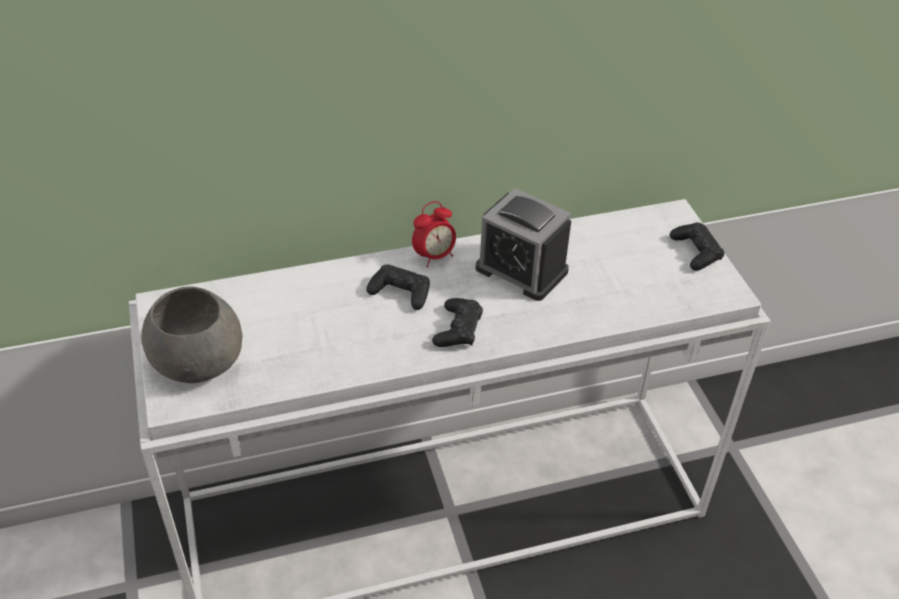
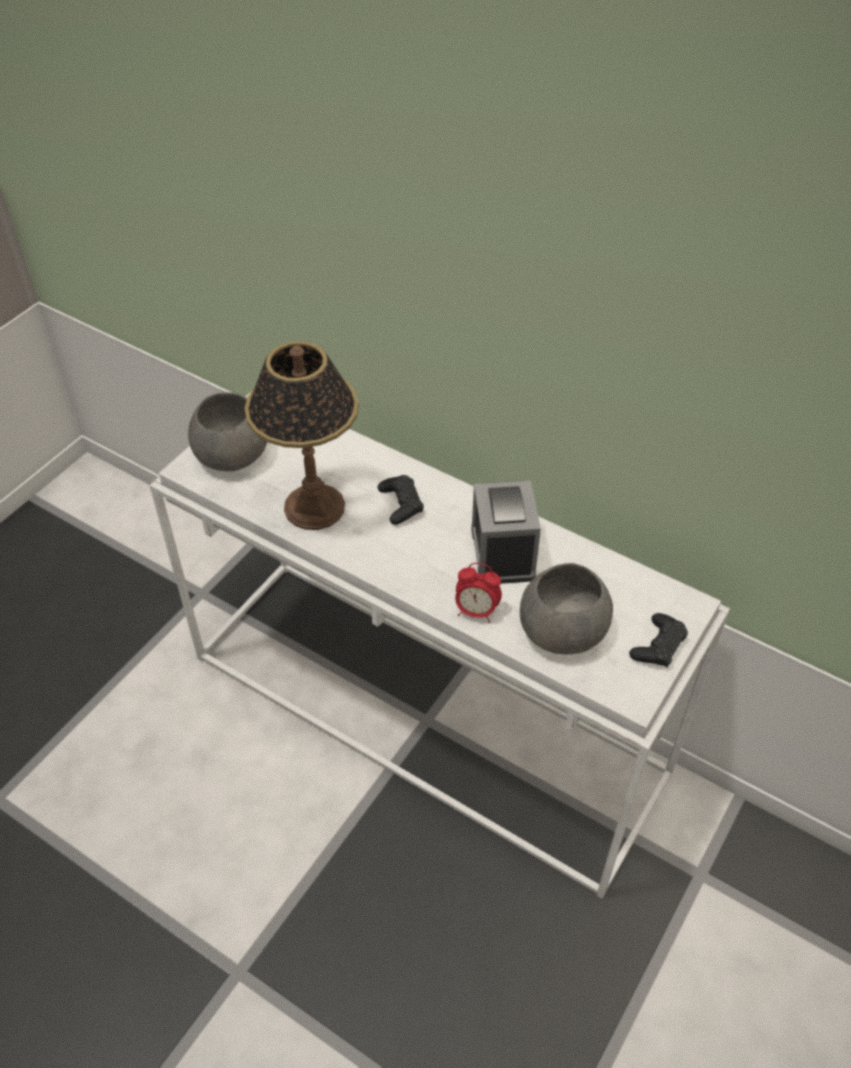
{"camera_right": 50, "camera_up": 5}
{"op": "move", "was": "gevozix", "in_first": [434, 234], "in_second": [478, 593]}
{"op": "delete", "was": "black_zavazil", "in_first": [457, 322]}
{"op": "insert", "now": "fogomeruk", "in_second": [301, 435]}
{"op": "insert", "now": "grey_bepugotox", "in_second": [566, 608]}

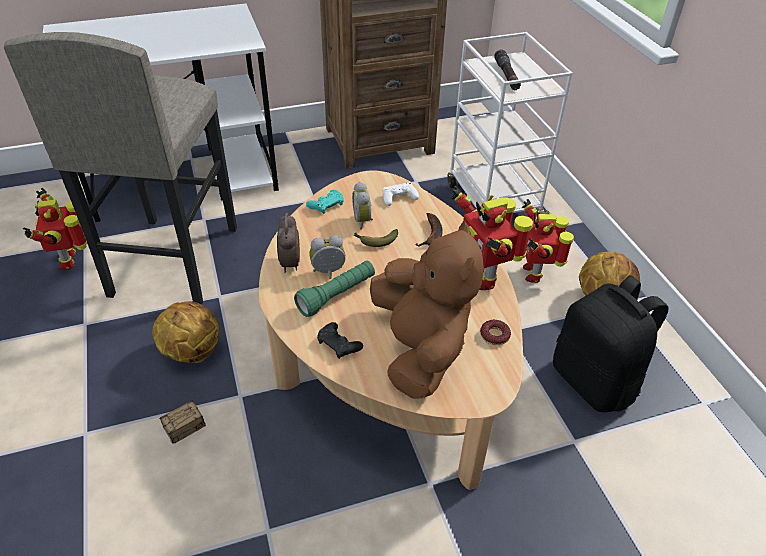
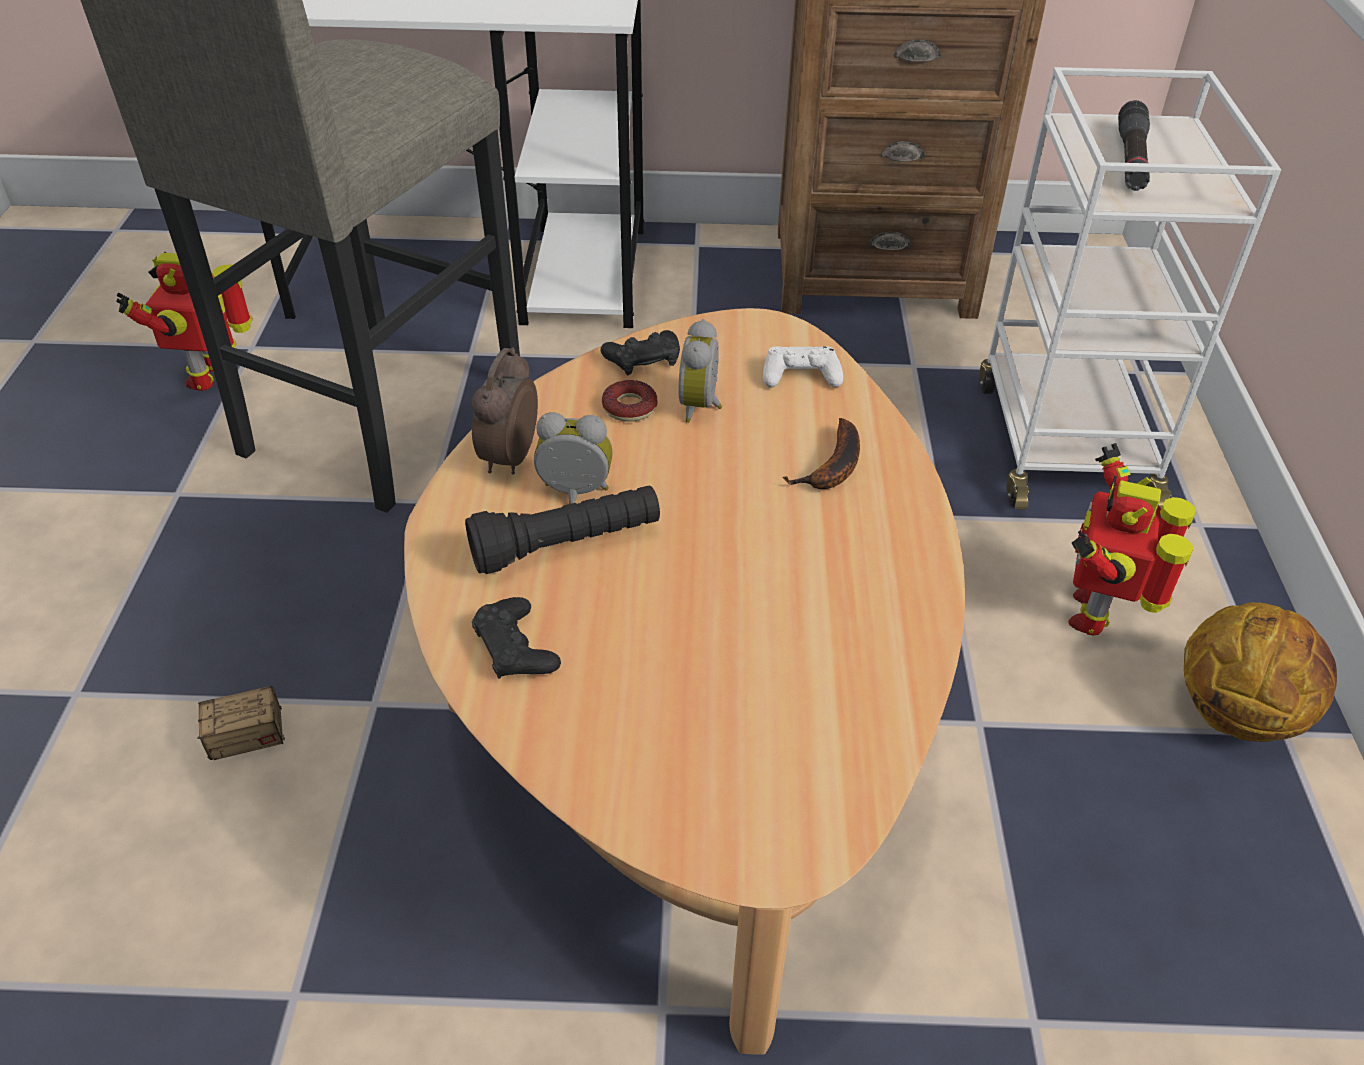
{"camera_right": 20, "camera_up": 0}
{"op": "delete", "was": "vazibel", "in_first": [186, 332]}
{"op": "recolor", "was": "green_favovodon", "now": "black_favovodon", "in_first": [334, 289], "in_second": [562, 529]}
{"op": "recolor", "was": "turquoise_zavazil", "now": "black_zavazil", "in_first": [325, 202], "in_second": [640, 352]}
{"op": "delete", "was": "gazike", "in_first": [376, 238]}
{"op": "delete", "was": "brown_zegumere", "in_first": [427, 309]}
{"op": "delete", "was": "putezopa", "in_first": [492, 238]}
{"op": "move", "was": "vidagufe", "in_first": [495, 332], "in_second": [630, 401]}
{"op": "delete", "was": "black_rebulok", "in_first": [611, 343]}

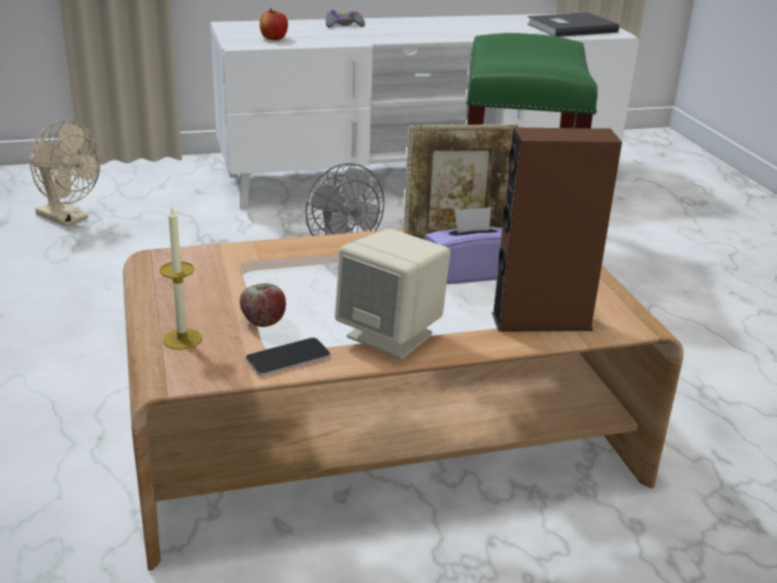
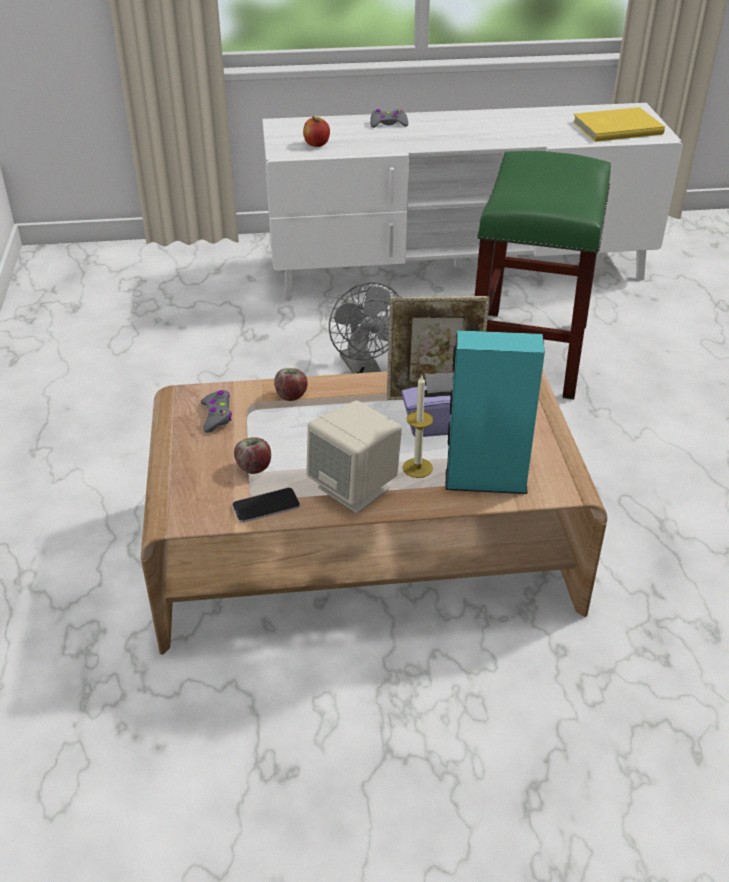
{"camera_right": 10, "camera_up": 10}
{"op": "delete", "was": "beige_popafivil", "in_first": [64, 173]}
{"op": "move", "was": "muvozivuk", "in_first": [181, 279], "in_second": [417, 426]}
{"op": "recolor", "was": "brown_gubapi", "now": "turquoise_gubapi", "in_first": [557, 230], "in_second": [495, 412]}
{"op": "recolor", "was": "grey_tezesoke", "now": "yellow_tezesoke", "in_first": [573, 24], "in_second": [619, 124]}
{"op": "insert", "now": "grey_zavazil", "in_second": [216, 411]}
{"op": "insert", "now": "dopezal", "in_second": [291, 384]}

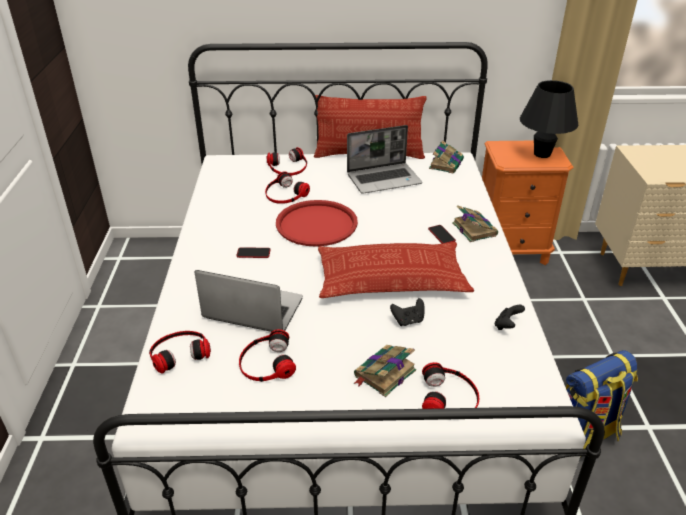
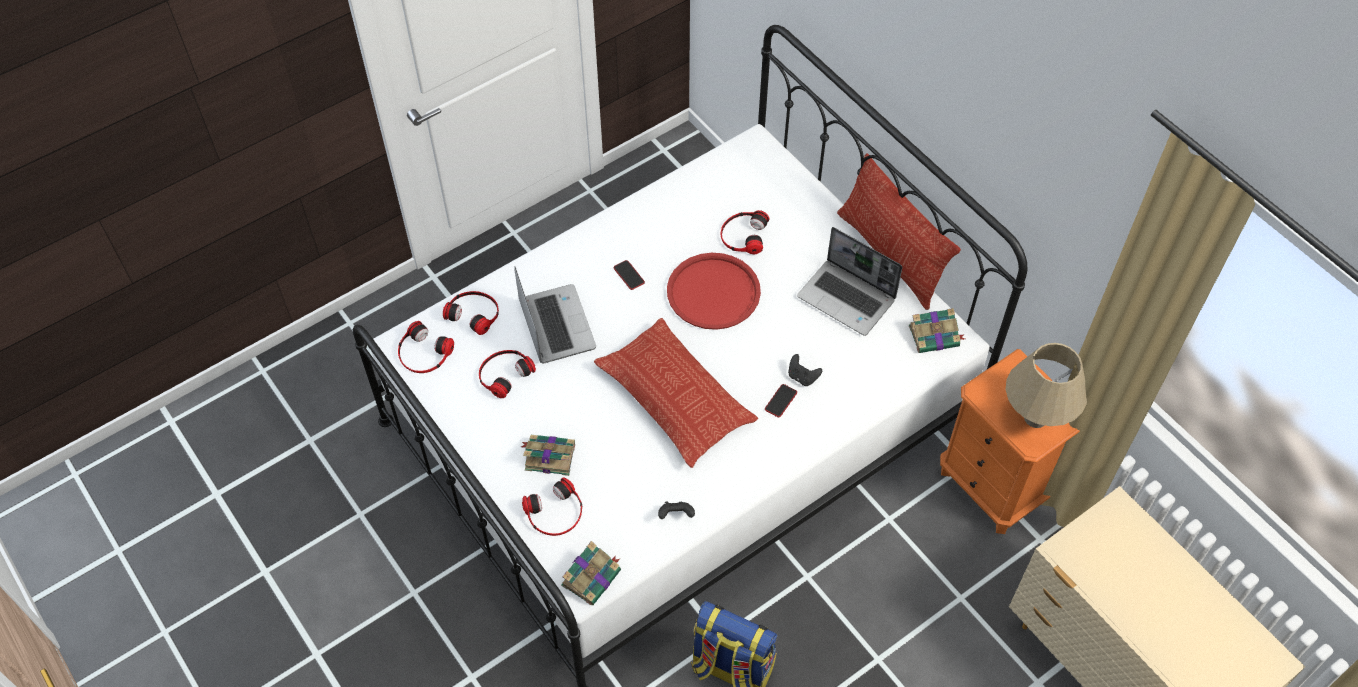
{"camera_right": 55, "camera_up": 20}
{"op": "move", "was": "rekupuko", "in_first": [287, 161], "in_second": [426, 347]}
{"op": "move", "was": "black_zavazil", "in_first": [407, 312], "in_second": [805, 370]}
{"op": "move", "was": "tezesoke", "in_first": [475, 223], "in_second": [591, 573]}
{"op": "recolor", "was": "black_fogomeruk", "now": "beige_fogomeruk", "in_first": [549, 119], "in_second": [1046, 385]}

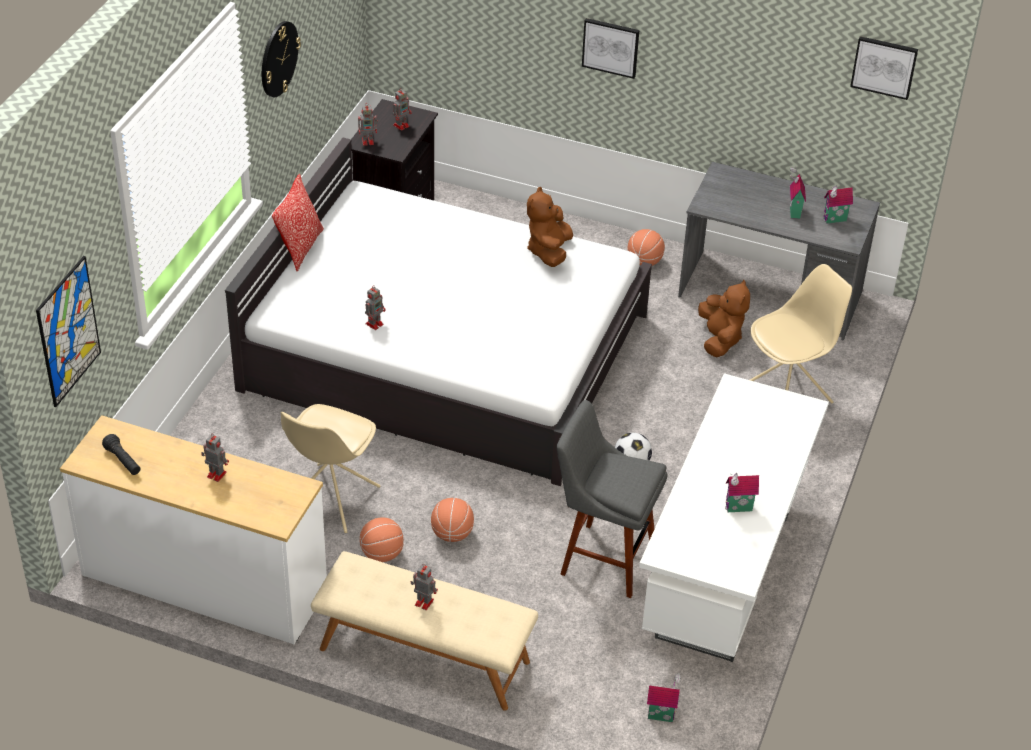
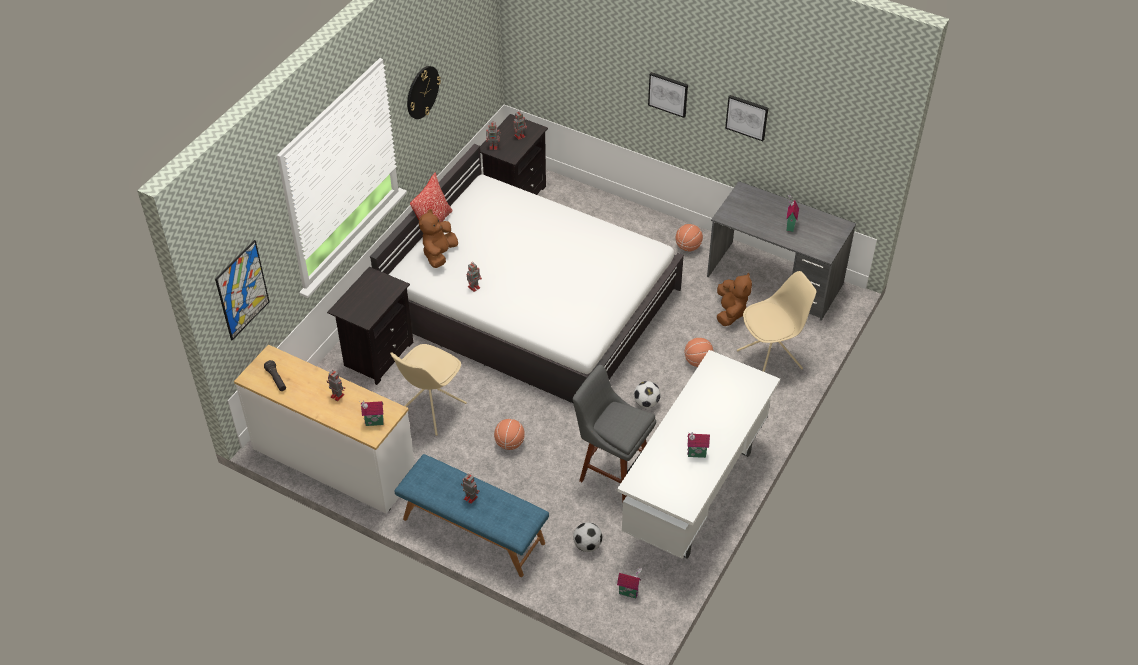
{"camera_right": 10, "camera_up": 5}
{"op": "recolor", "was": "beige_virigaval", "now": "blue_virigaval", "in_first": [424, 631], "in_second": [471, 515]}
{"op": "move", "was": "vazibel", "in_first": [382, 540], "in_second": [699, 352]}
{"op": "move", "was": "brown_zegumere", "in_first": [550, 227], "in_second": [438, 238]}
{"op": "move", "was": "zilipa", "in_first": [838, 204], "in_second": [371, 413]}
{"op": "move", "was": "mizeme", "in_first": [884, 68], "in_second": [746, 118]}
{"op": "insert", "now": "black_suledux", "in_second": [370, 326]}
{"op": "insert", "now": "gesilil", "in_second": [587, 537]}

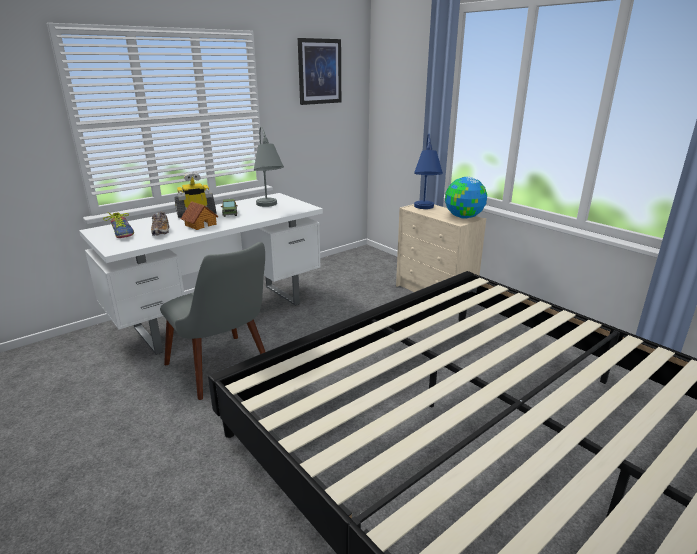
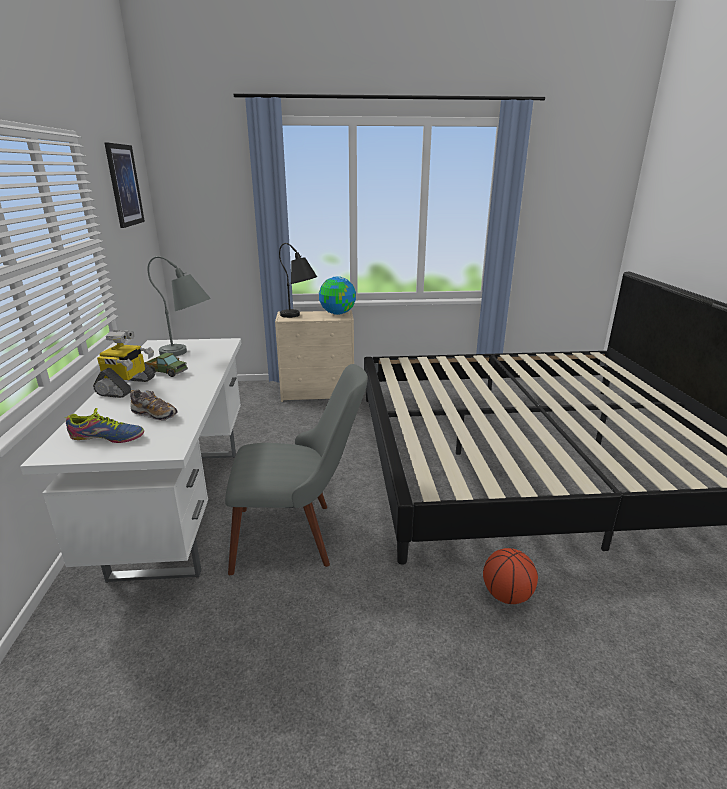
{"camera_right": -55, "camera_up": 0}
{"op": "delete", "was": "zilipa", "in_first": [200, 215]}
{"op": "recolor", "was": "blue_fogomeruk", "now": "black_fogomeruk", "in_first": [428, 171], "in_second": [298, 280]}
{"op": "insert", "now": "vazibel", "in_second": [510, 576]}

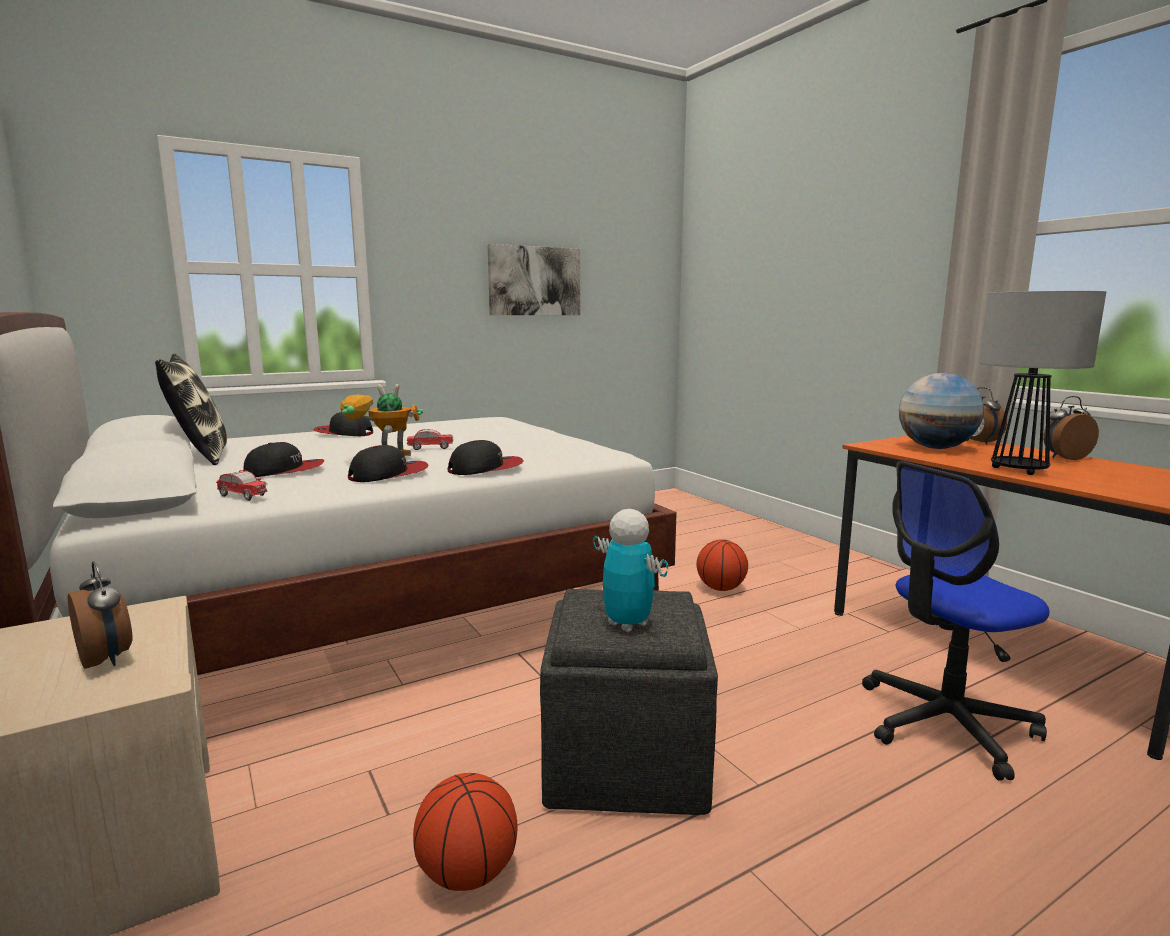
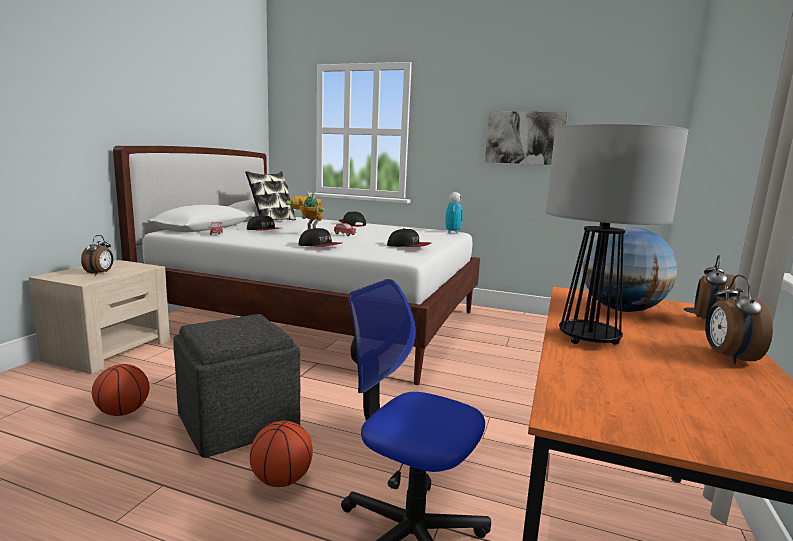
{"camera_right": 50, "camera_up": 0}
{"op": "move", "was": "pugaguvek", "in_first": [388, 463], "in_second": [409, 237]}
{"op": "move", "was": "putezopa", "in_first": [630, 570], "in_second": [454, 213]}
{"op": "move", "was": "vazibel", "in_first": [722, 565], "in_second": [281, 454]}
{"op": "rotate", "was": "gevozix", "in_first": [1071, 428], "in_second": [739, 319], "clockwise": -120}

